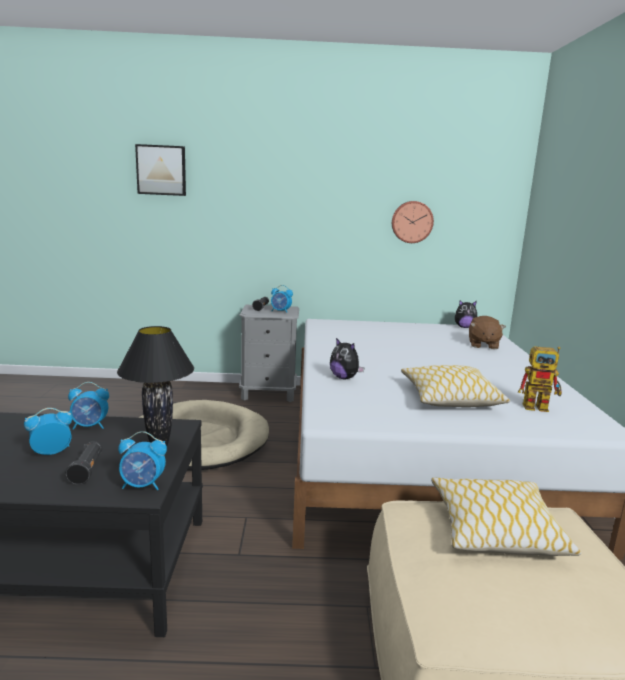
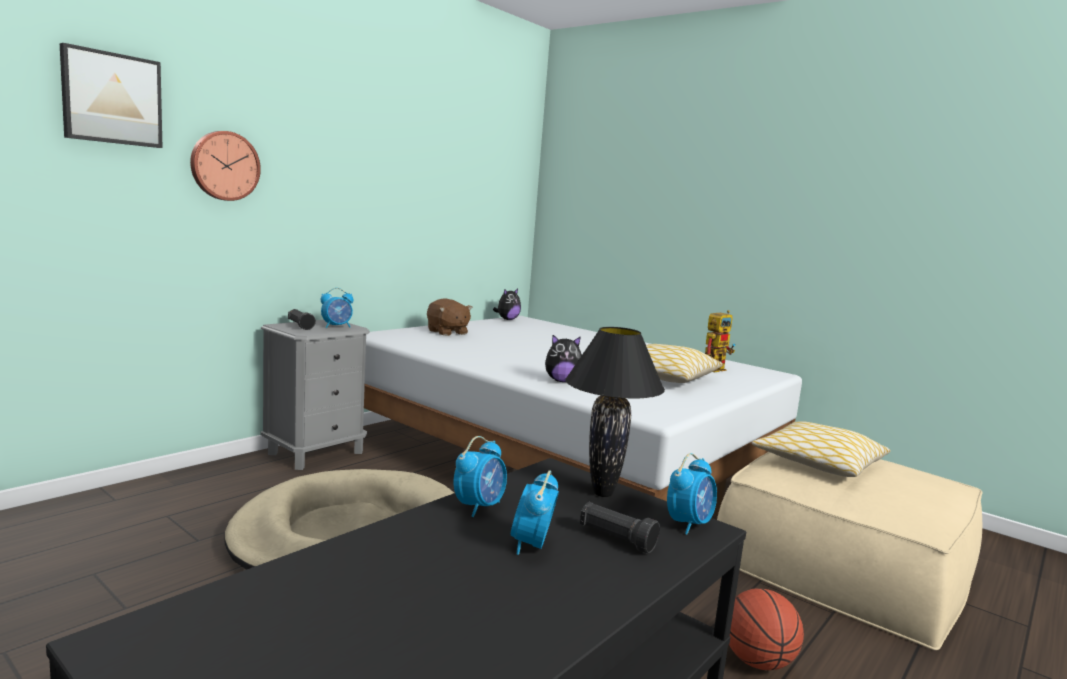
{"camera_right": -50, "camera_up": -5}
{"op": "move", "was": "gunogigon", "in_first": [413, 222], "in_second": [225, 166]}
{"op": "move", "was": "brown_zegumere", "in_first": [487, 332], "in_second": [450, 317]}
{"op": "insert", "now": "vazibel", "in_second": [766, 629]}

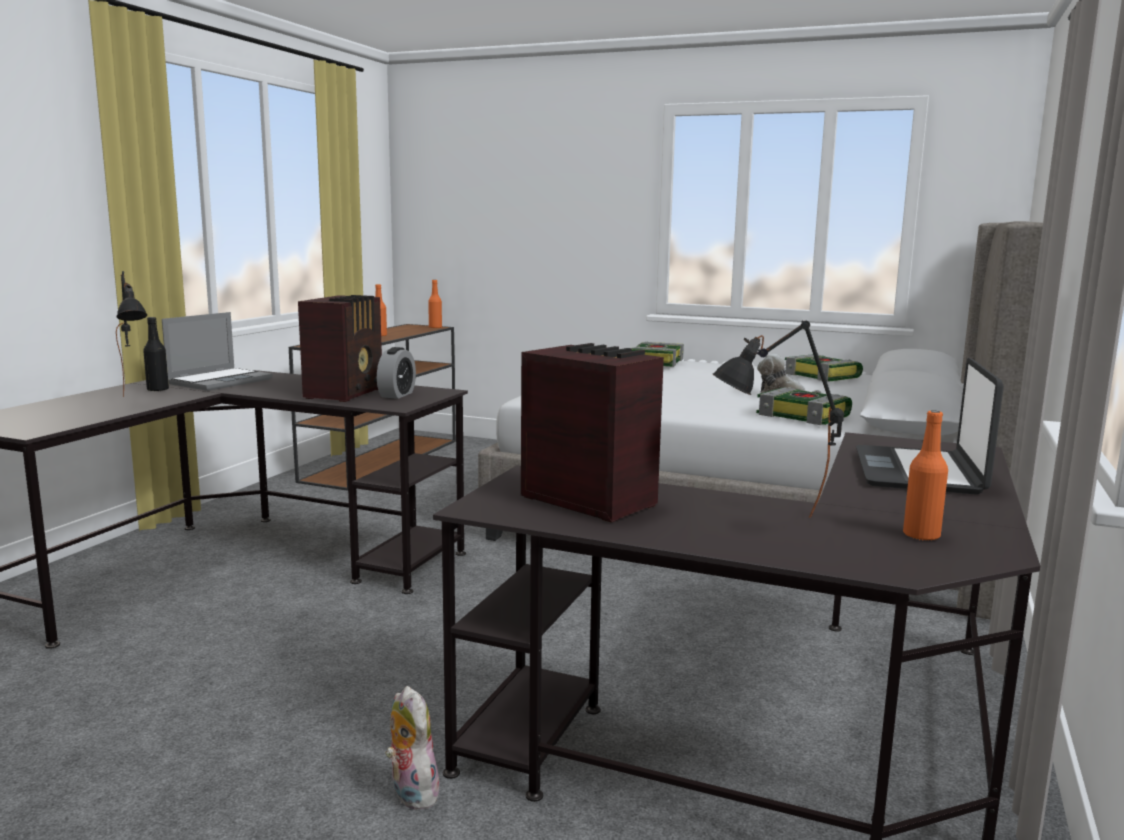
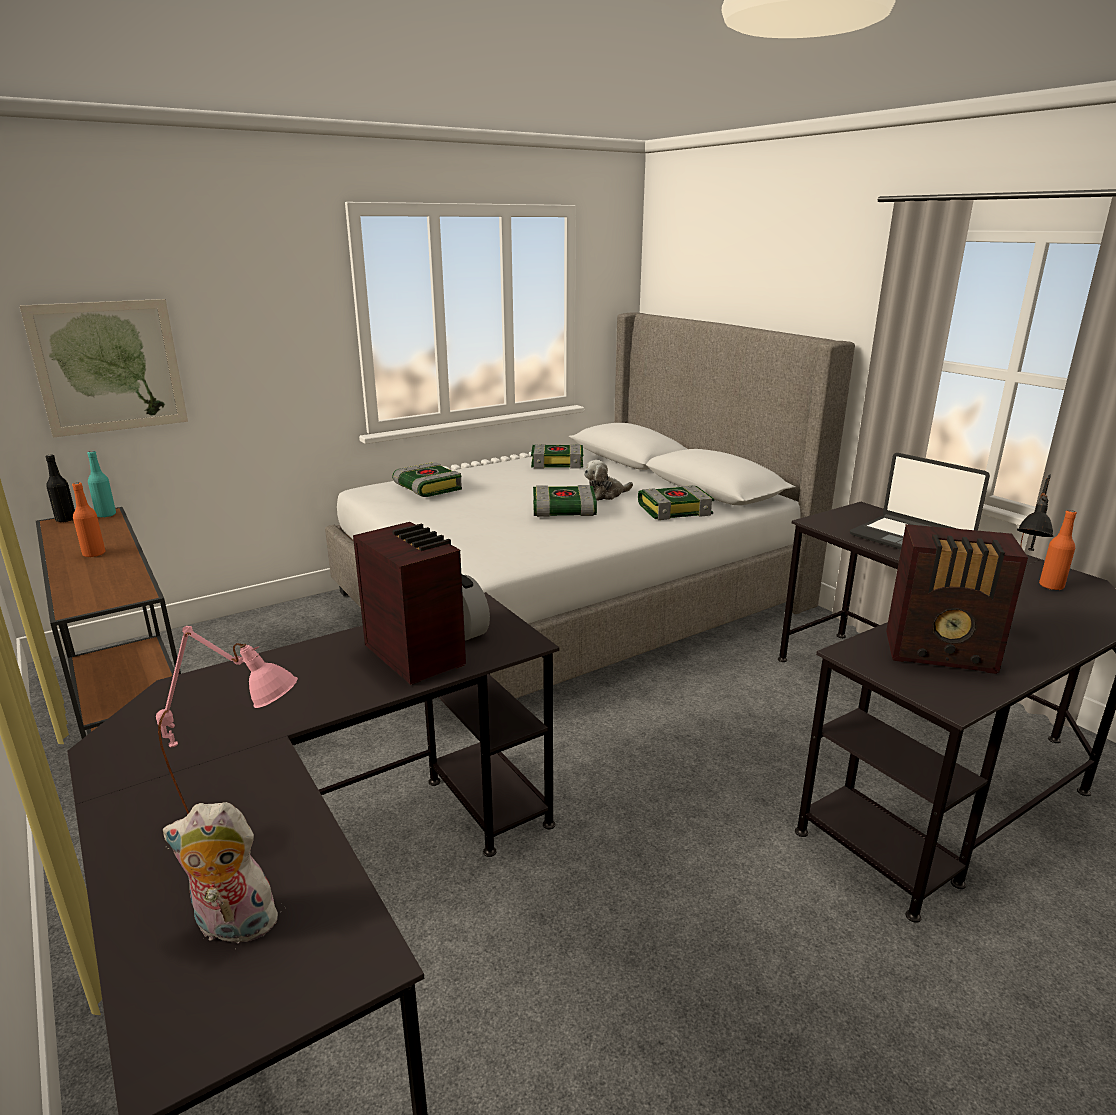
{"camera_right": -55, "camera_up": 10}
{"op": "recolor", "was": "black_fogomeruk", "now": "pink_fogomeruk", "in_first": [131, 334], "in_second": [227, 720]}
{"op": "move", "was": "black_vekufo", "in_first": [156, 354], "in_second": [60, 488]}
{"op": "delete", "was": "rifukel", "in_first": [217, 351]}
{"op": "move", "was": "zegumere", "in_first": [412, 748], "in_second": [222, 875]}
{"op": "recolor", "was": "orange_vekufo", "now": "turquoise_vekufo", "in_first": [435, 304], "in_second": [101, 484]}
{"op": "rotate", "was": "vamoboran", "in_first": [592, 433], "in_second": [957, 599], "clockwise": -150}
{"op": "insert", "now": "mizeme", "in_second": [104, 368]}
{"op": "insert", "now": "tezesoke", "in_second": [565, 501]}

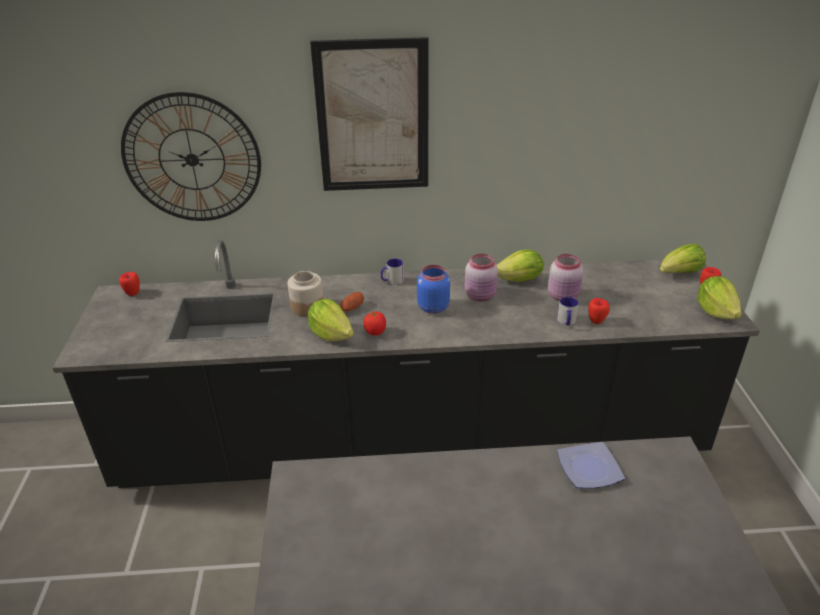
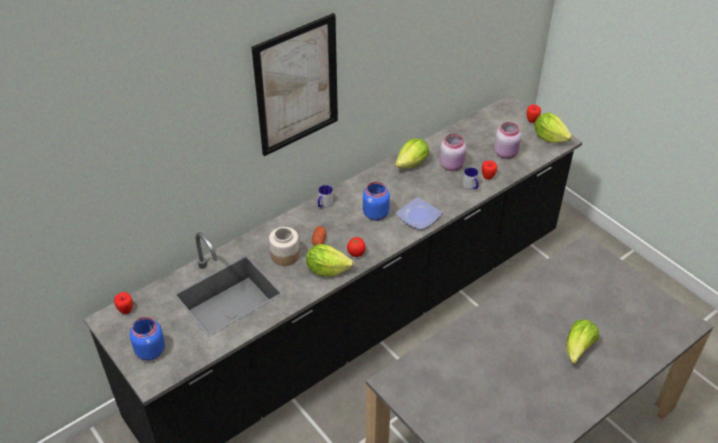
{"camera_right": -35, "camera_up": 10}
{"op": "delete", "was": "gunogigon", "in_first": [191, 156]}
{"op": "move", "was": "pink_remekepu", "in_first": [481, 278], "in_second": [507, 140]}
{"op": "move", "was": "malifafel", "in_first": [591, 465], "in_second": [419, 213]}
{"op": "move", "was": "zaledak", "in_first": [683, 258], "in_second": [582, 342]}
{"op": "insert", "now": "blue_remekepu", "in_second": [147, 339]}

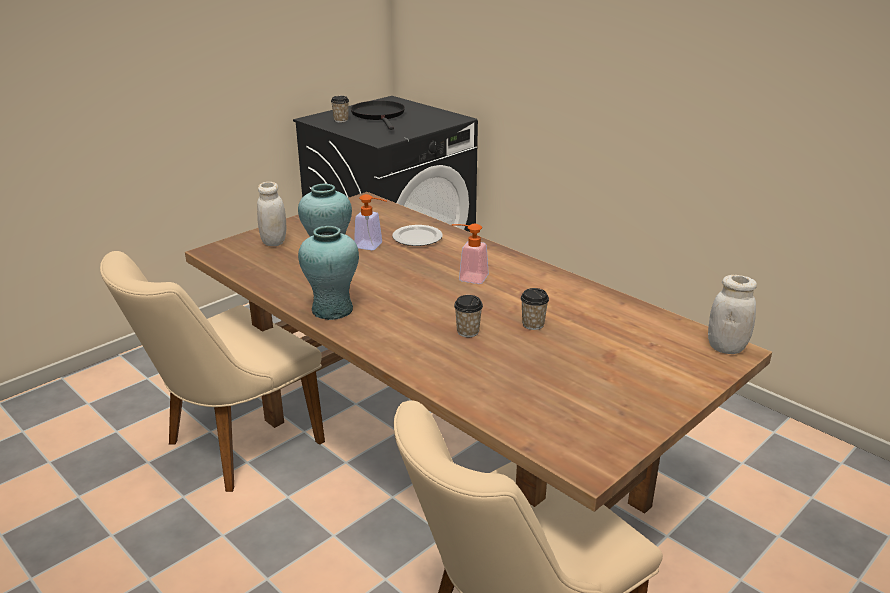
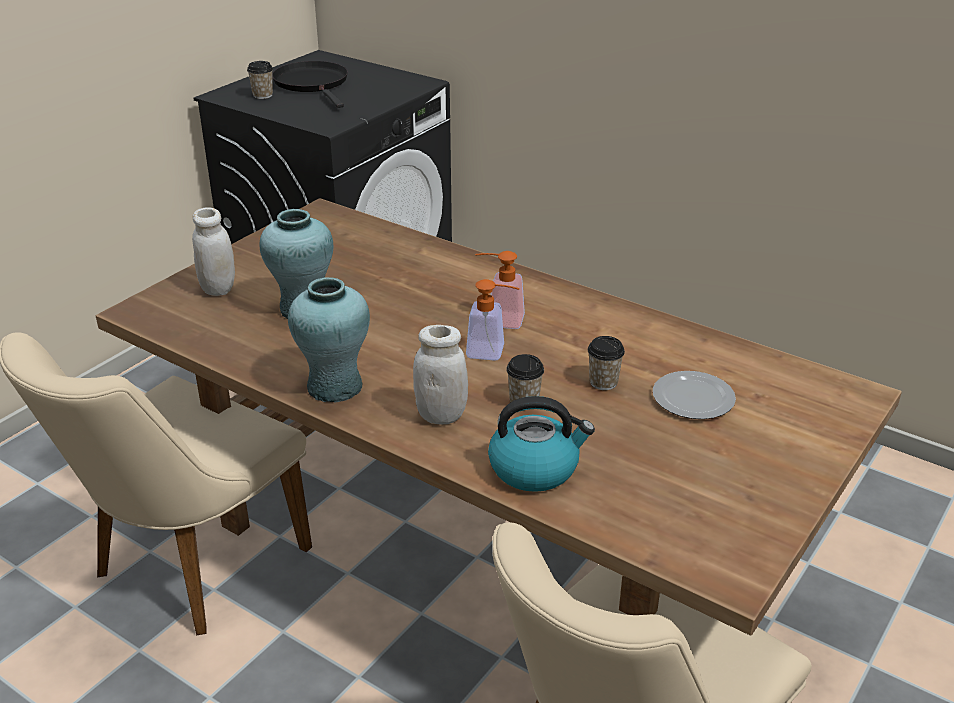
{"camera_right": -10, "camera_up": 5}
{"op": "move", "was": "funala", "in_first": [370, 222], "in_second": [493, 320]}
{"op": "move", "was": "malifafel", "in_first": [417, 235], "in_second": [694, 395]}
{"op": "move", "was": "white_remekepu", "in_first": [732, 314], "in_second": [440, 374]}
{"op": "insert", "now": "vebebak", "in_second": [541, 444]}

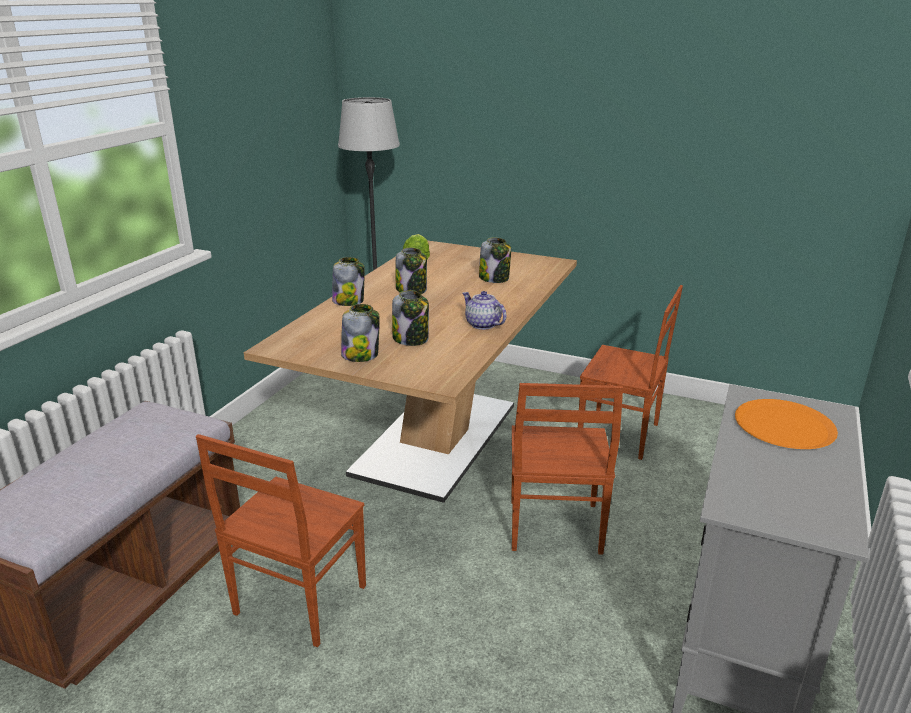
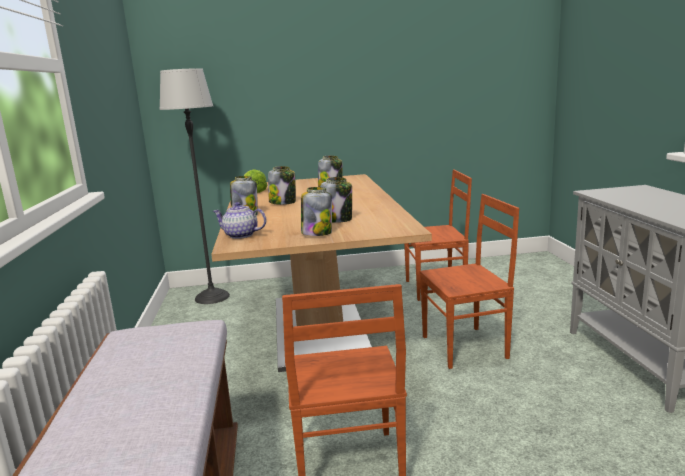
{"camera_right": -30, "camera_up": -10}
{"op": "move", "was": "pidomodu", "in_first": [484, 310], "in_second": [239, 220]}
{"op": "rotate", "was": "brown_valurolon", "in_first": [567, 469], "in_second": [469, 281], "clockwise": -75}
{"op": "delete", "was": "orange_malifafel", "in_first": [786, 424]}

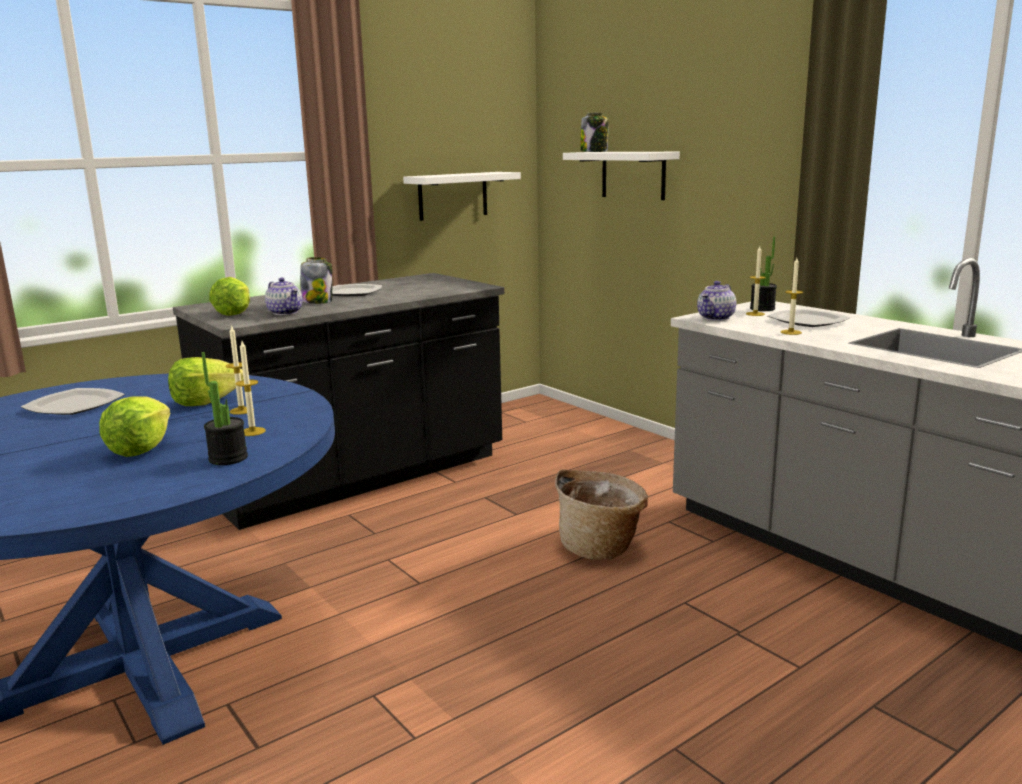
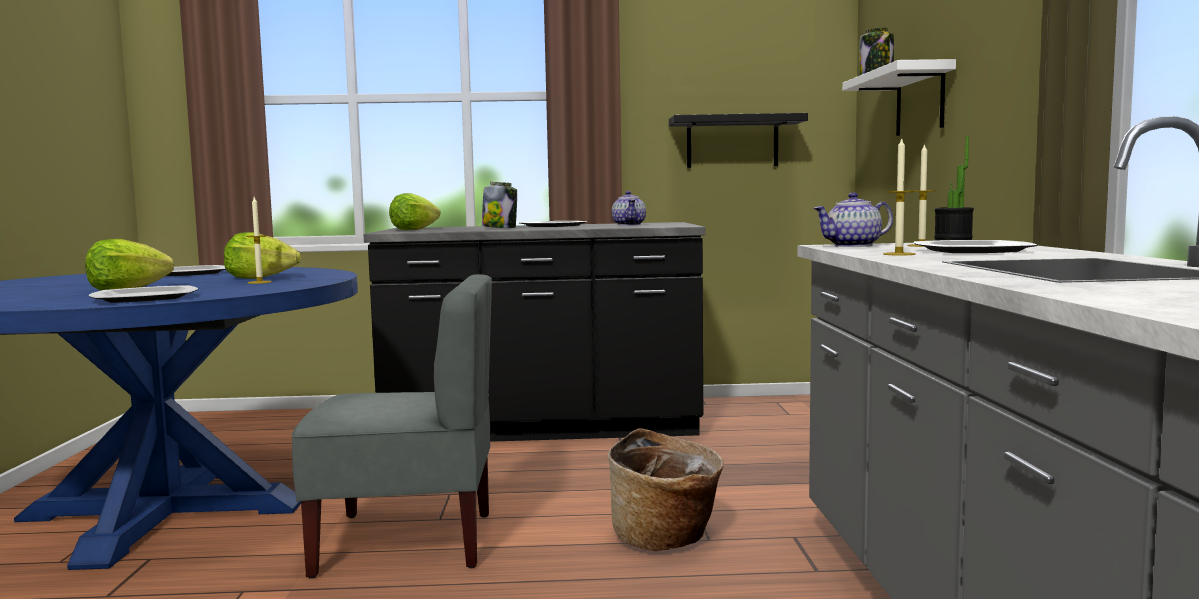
{"camera_right": 35, "camera_up": -10}
{"op": "replace", "was": "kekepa", "now": "malifafel", "in_first": [225, 408], "in_second": [143, 294]}
{"op": "delete", "was": "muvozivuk", "in_first": [251, 388]}
{"op": "move", "was": "pidomodu", "in_first": [284, 296], "in_second": [629, 208]}
{"op": "recolor", "was": "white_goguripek", "now": "black_goguripek", "in_first": [462, 196], "in_second": [738, 140]}
{"op": "insert", "now": "grey_valurolon", "in_second": [392, 426]}

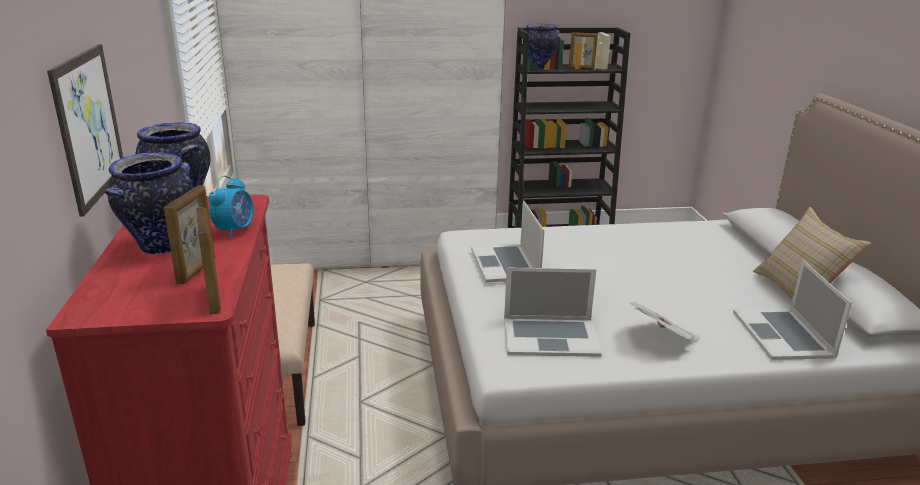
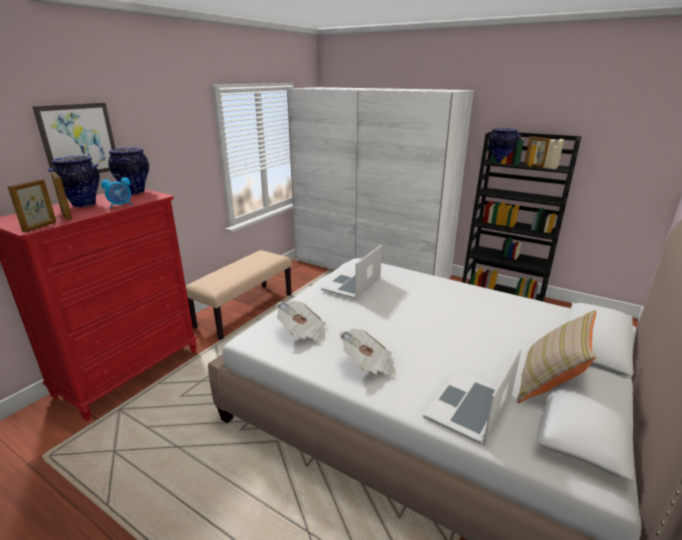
{"camera_right": 40, "camera_up": 0}
{"op": "rotate", "was": "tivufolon", "in_first": [189, 234], "in_second": [61, 196], "clockwise": -90}
{"op": "replace", "was": "rifukel", "now": "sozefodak", "in_first": [553, 312], "in_second": [301, 321]}

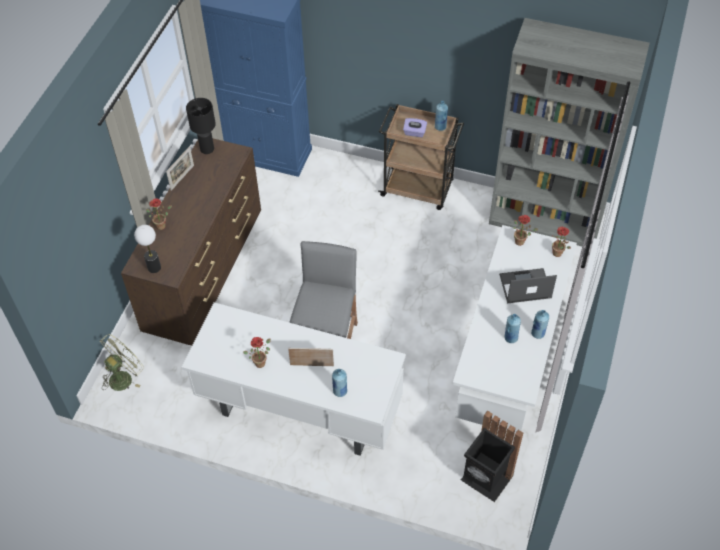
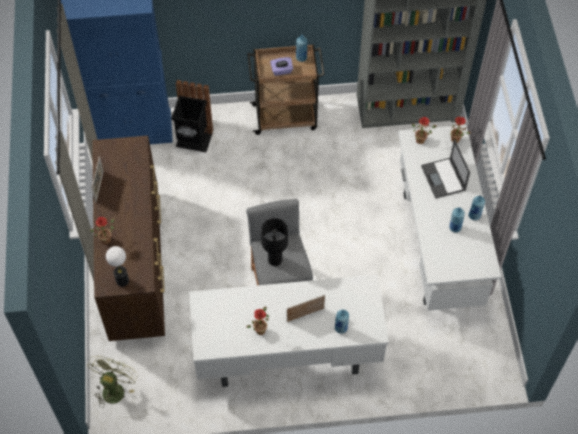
{"camera_right": -25, "camera_up": 5}
{"op": "move", "was": "black_fogomeruk", "in_first": [201, 126], "in_second": [274, 242]}
{"op": "move", "was": "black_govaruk", "in_first": [492, 456], "in_second": [192, 116]}
{"op": "rotate", "was": "rifukel", "in_first": [528, 286], "in_second": [445, 169], "clockwise": -75}

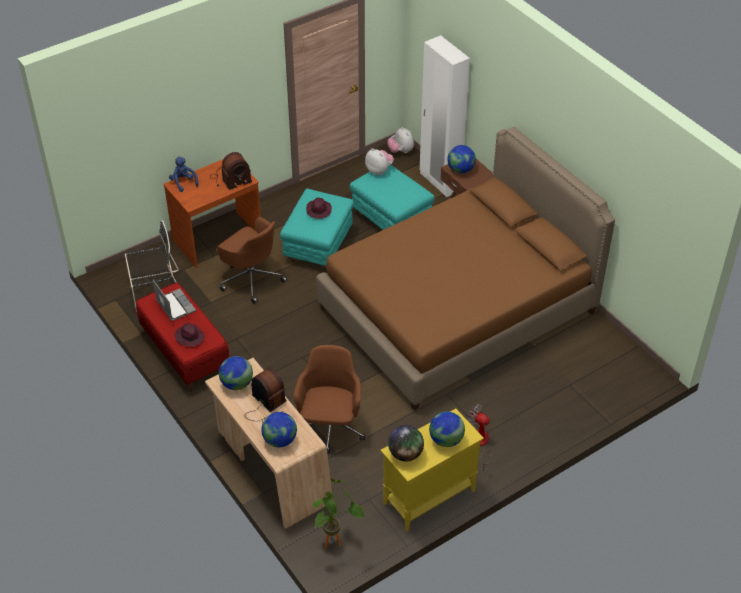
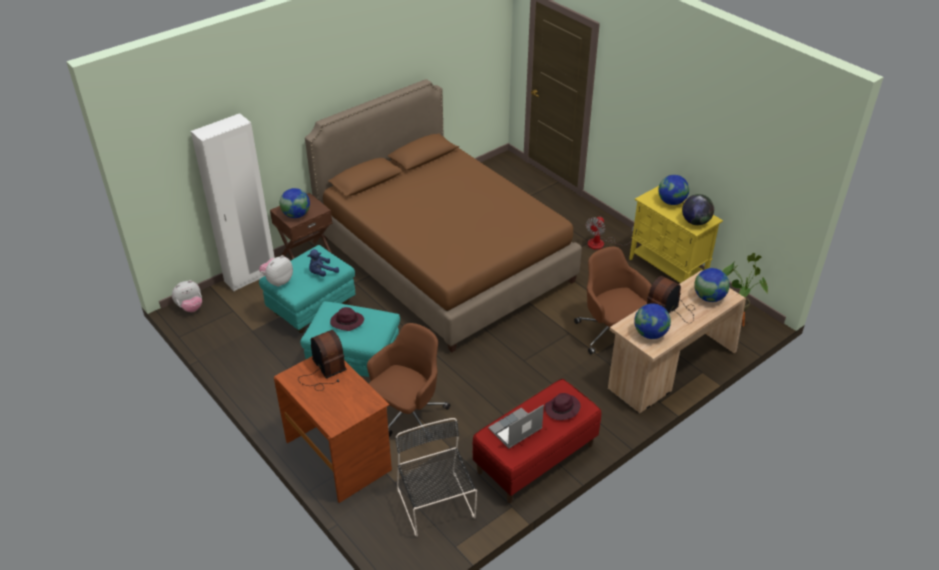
{"camera_right": -95, "camera_up": -5}
{"op": "move", "was": "blue_zegumere", "in_first": [184, 174], "in_second": [323, 263]}
{"op": "rotate", "was": "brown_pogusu", "in_first": [329, 399], "in_second": [613, 300], "clockwise": 60}

